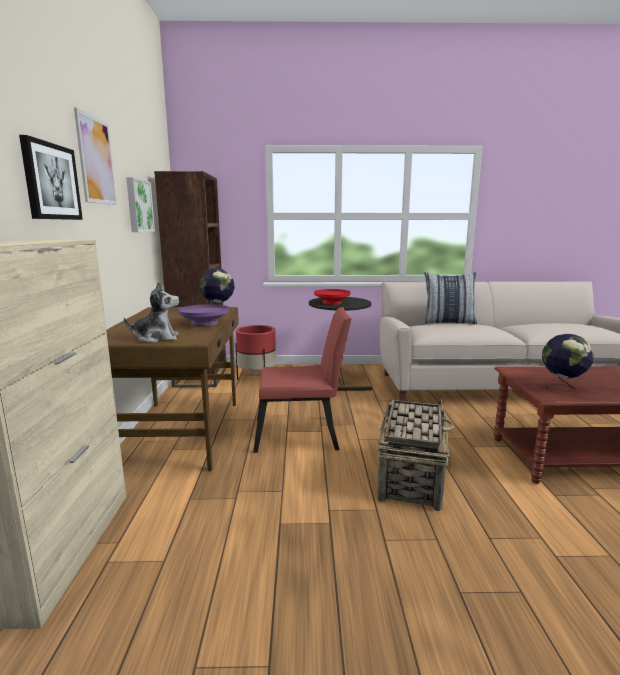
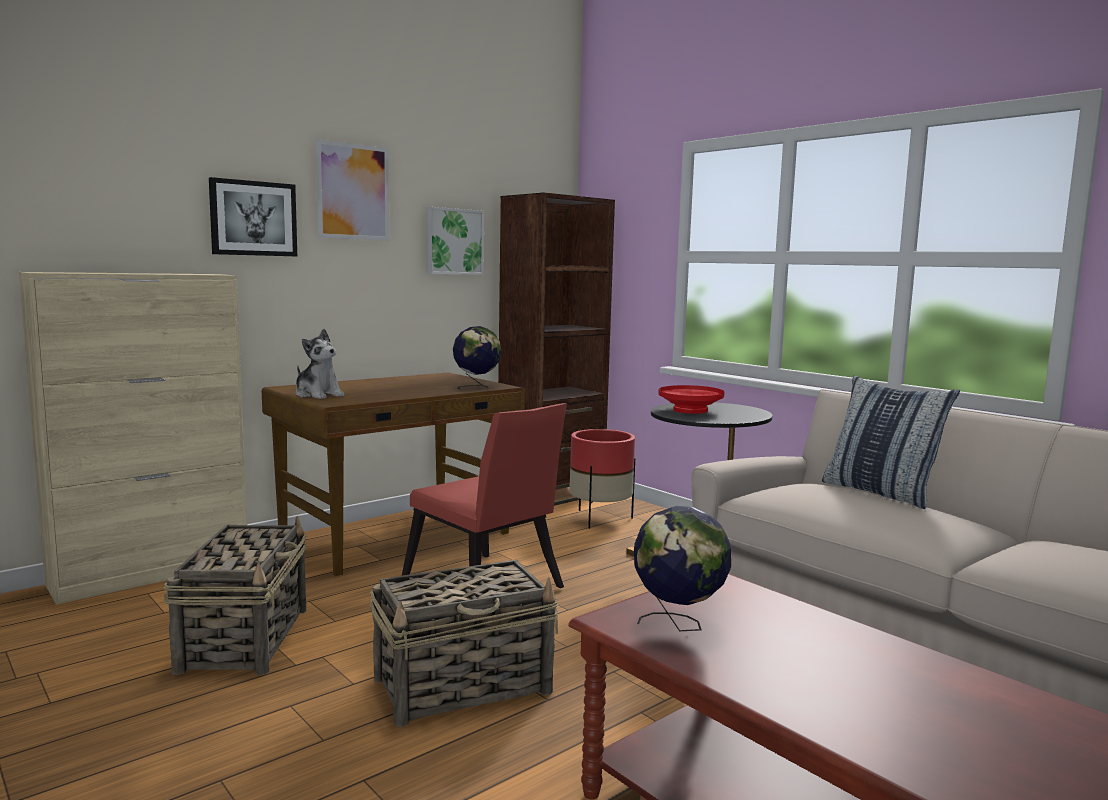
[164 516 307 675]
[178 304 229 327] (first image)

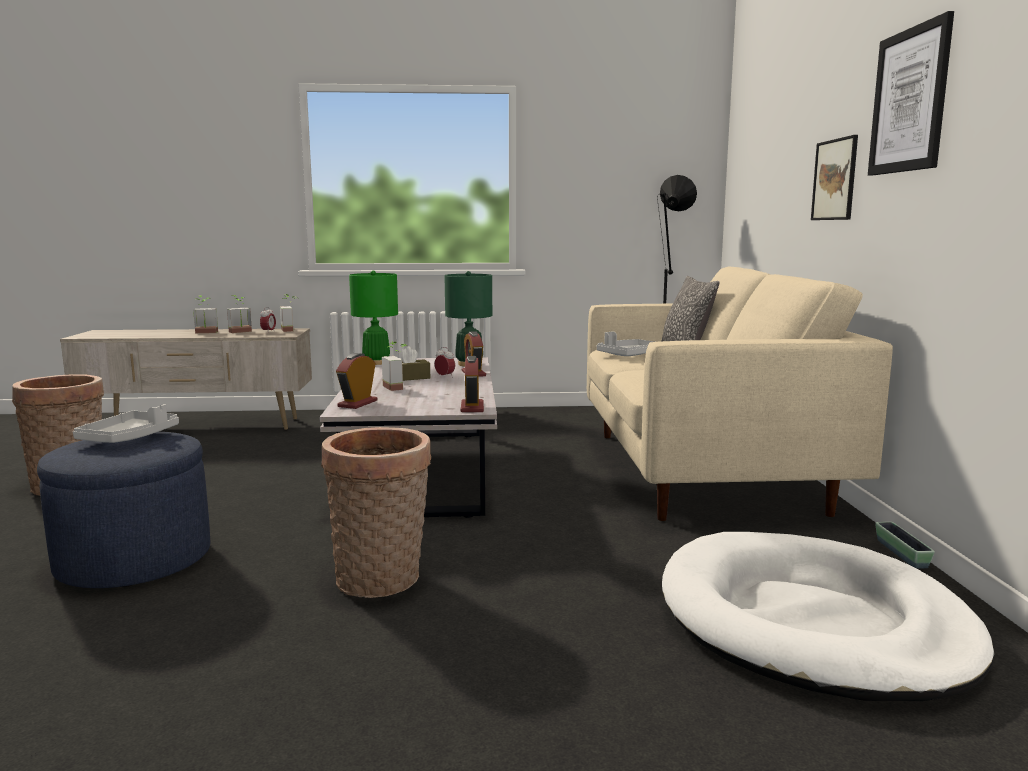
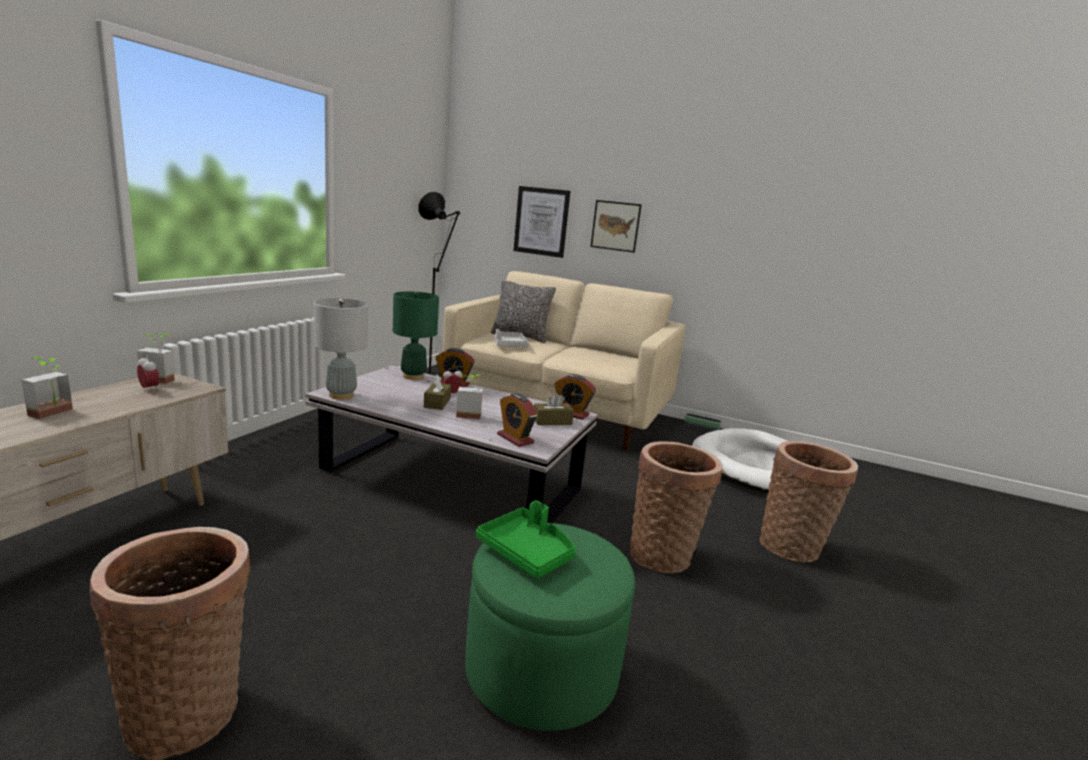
[314 298 368 400]
[465 523 635 731]
[476 500 576 578]
[514 186 570 258]
[534 393 574 425]
[759 441 858 563]
[227 295 252 333] (first image)

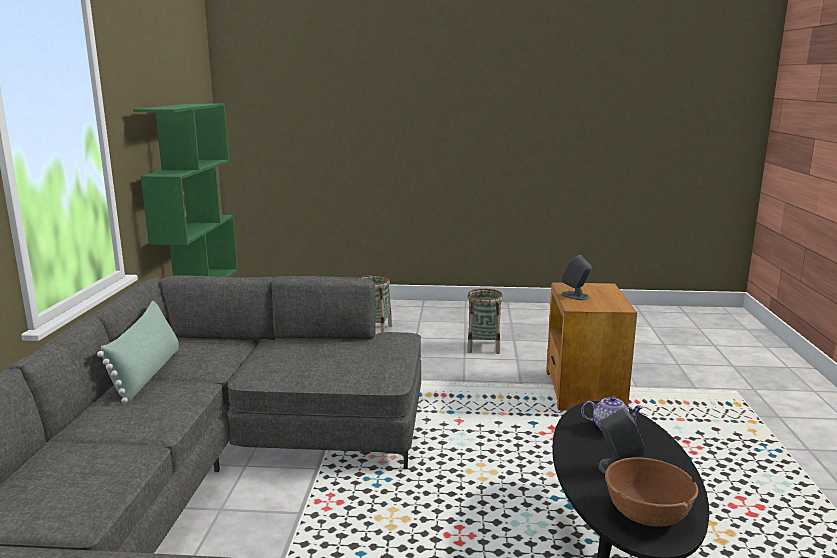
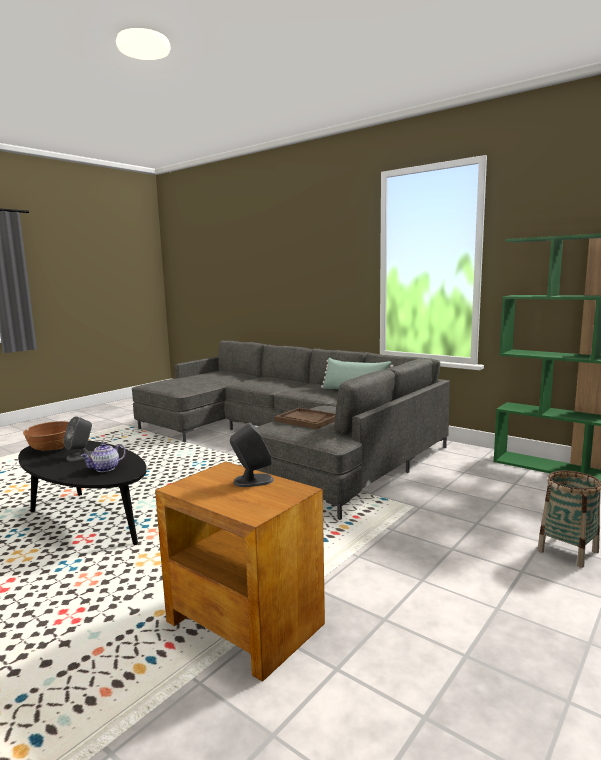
[275 408 336 429]
[467 289 503 354] (first image)

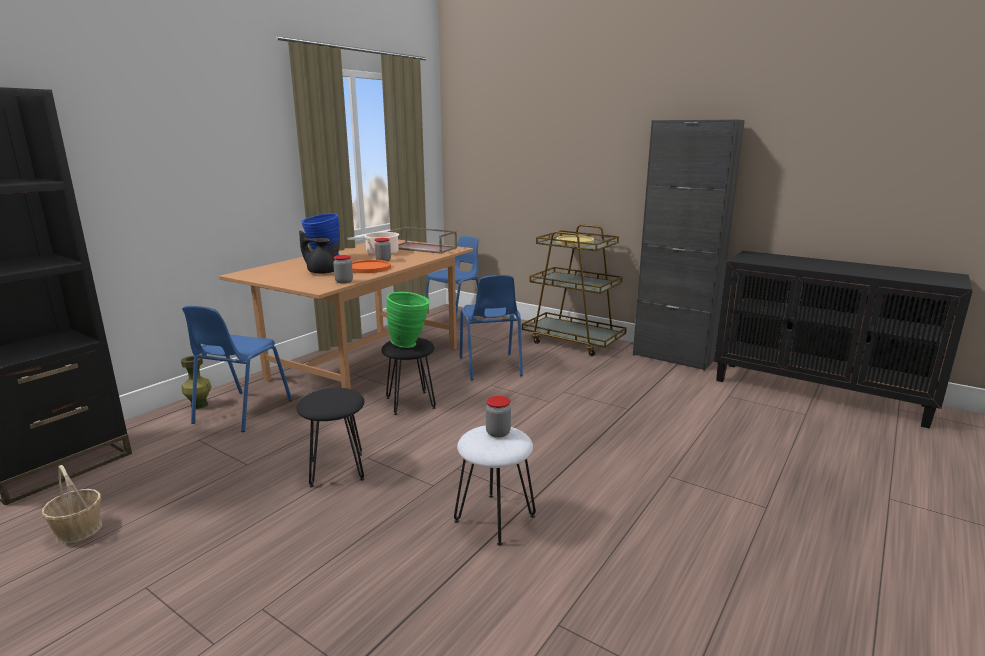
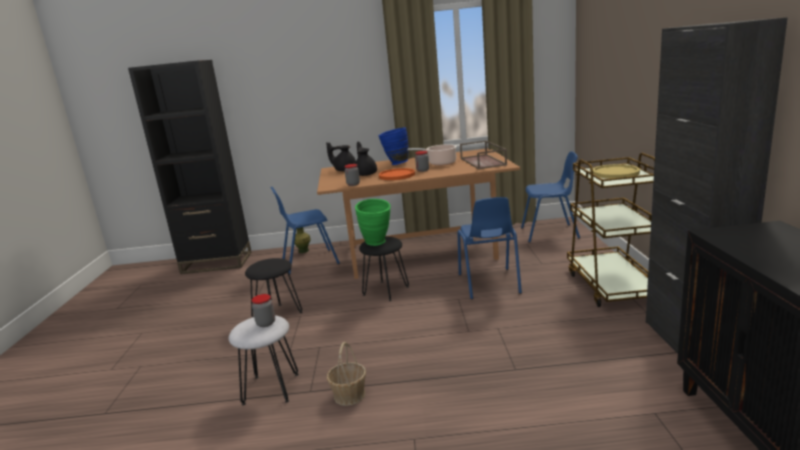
[326 142 356 171]
[327 342 366 406]
[457 197 522 299]

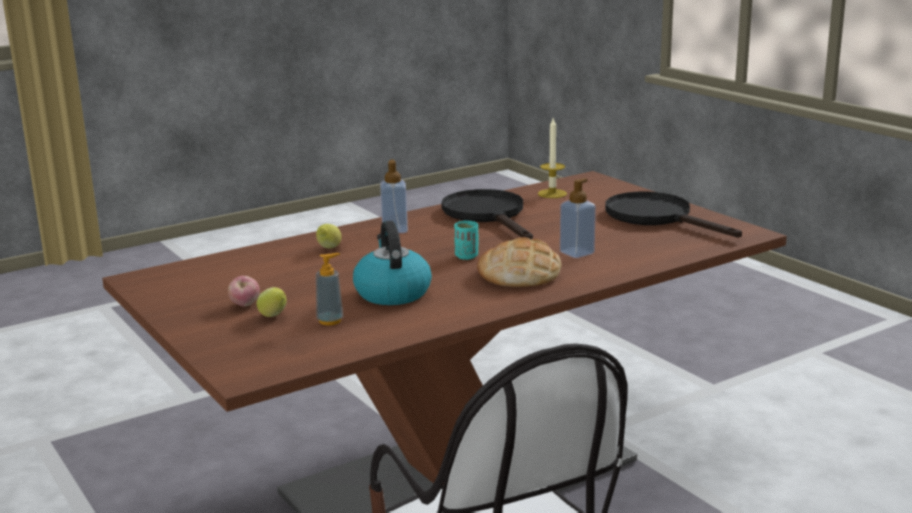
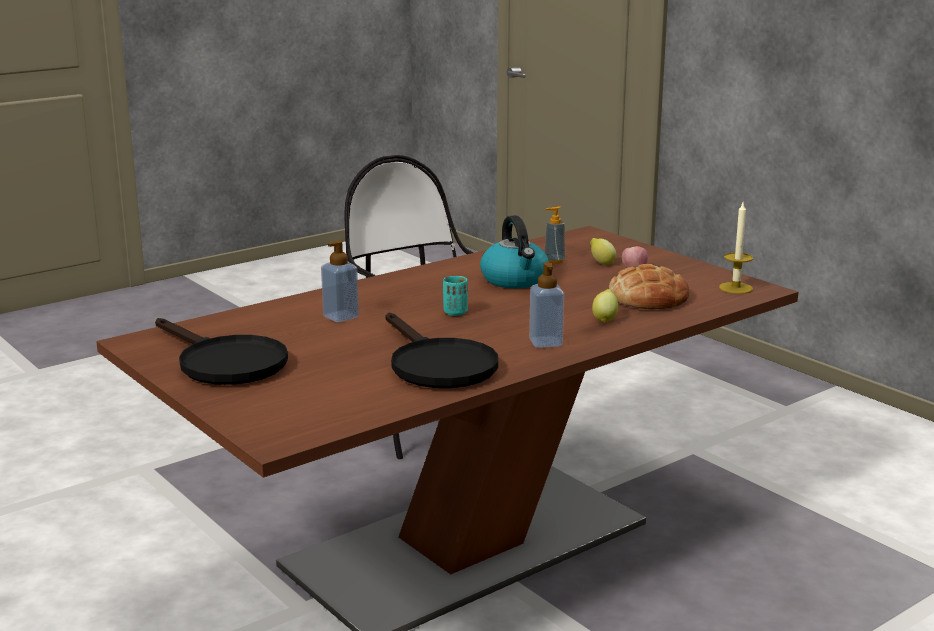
[609 264 689 309]
[719 203 753 294]

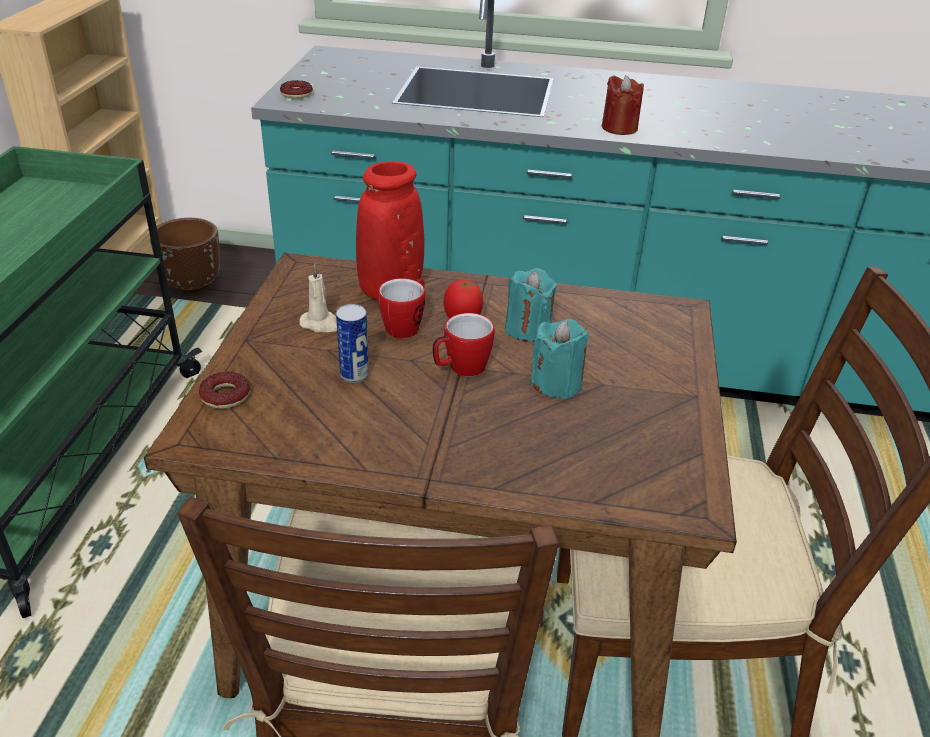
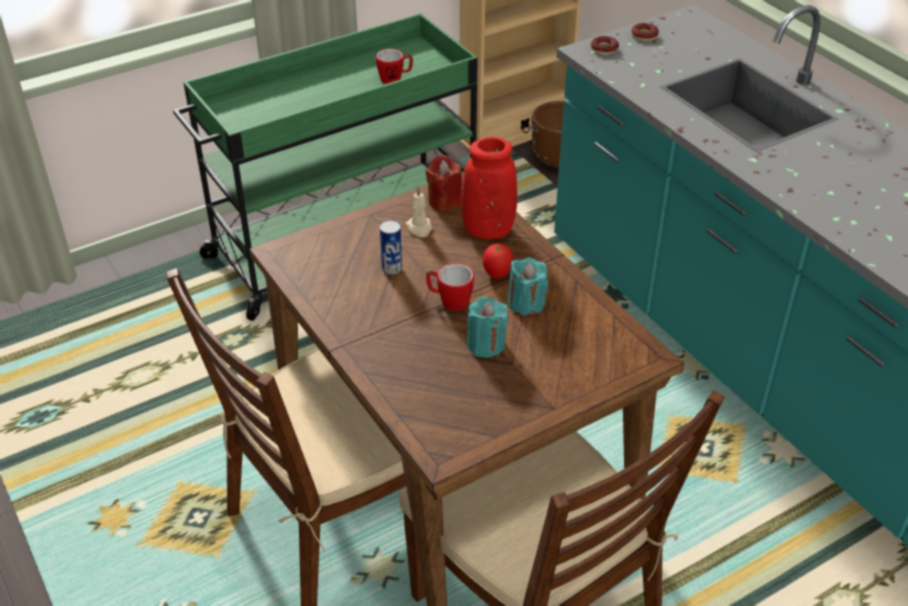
[376 49 413 84]
[426 155 462 211]
[631 23 659 41]

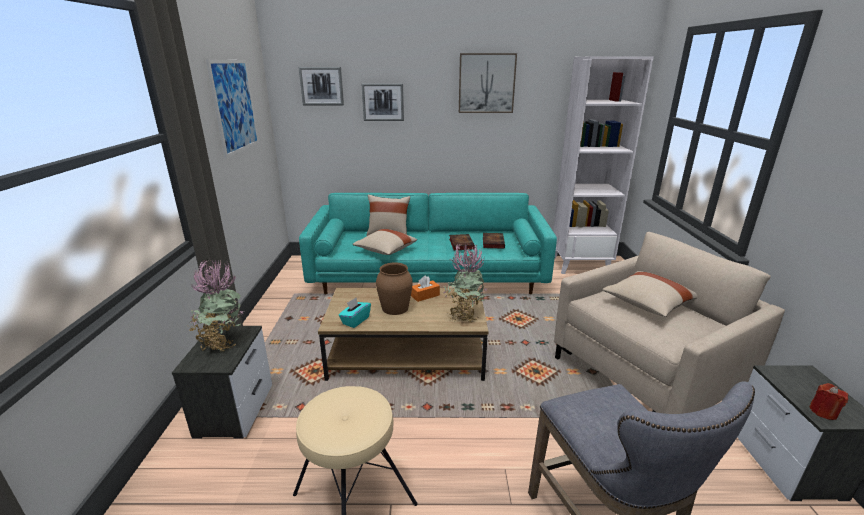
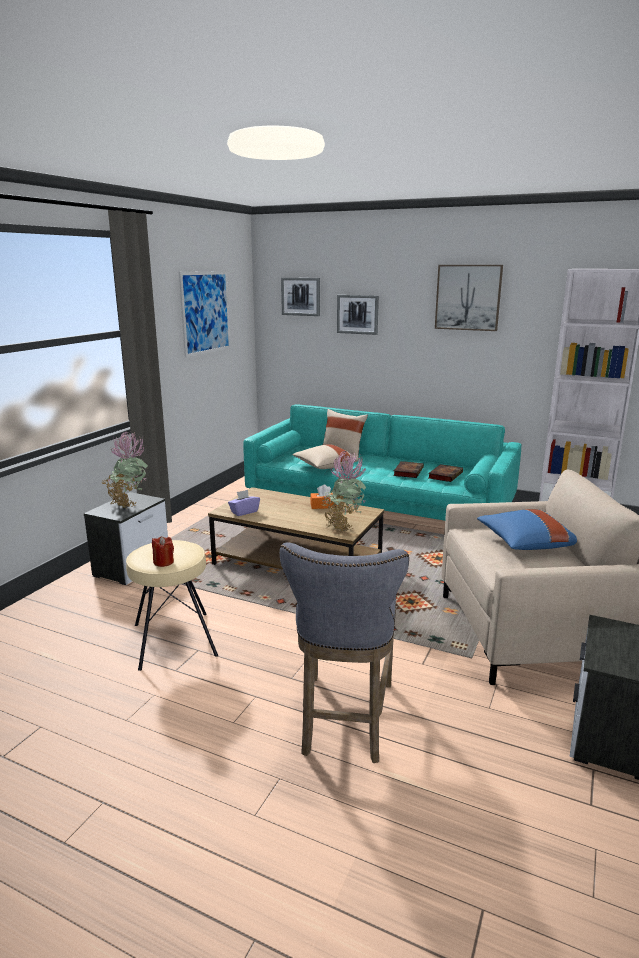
[152 536 174 567]
[228 490 260 516]
[477 509 577 550]
[376 262 413 315] (first image)

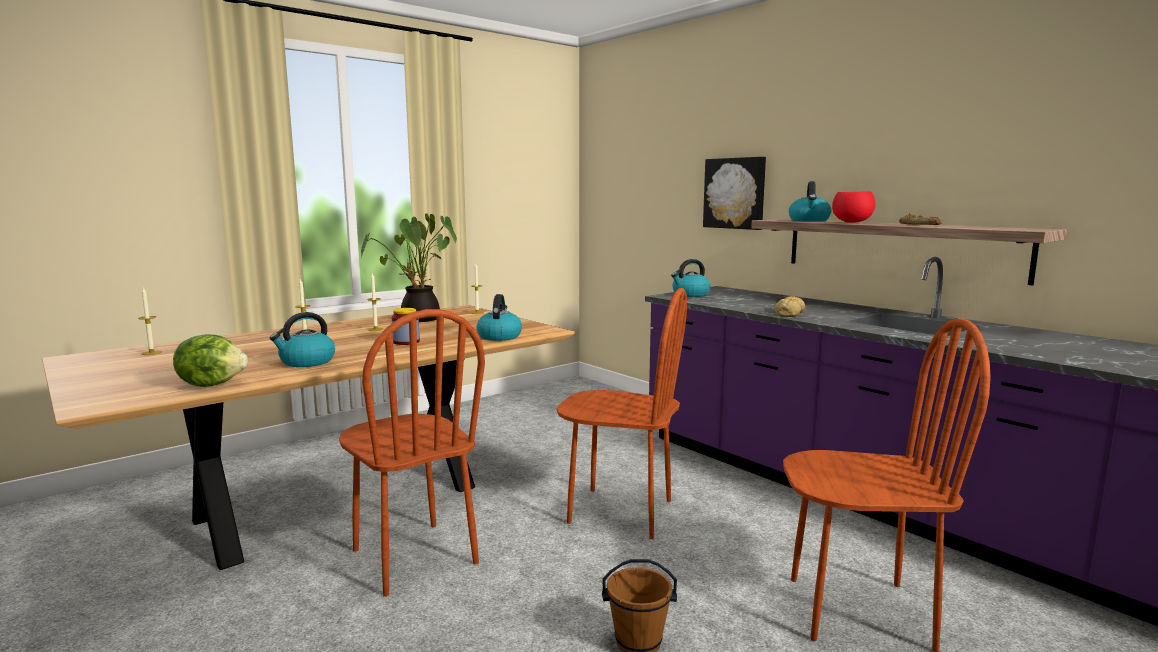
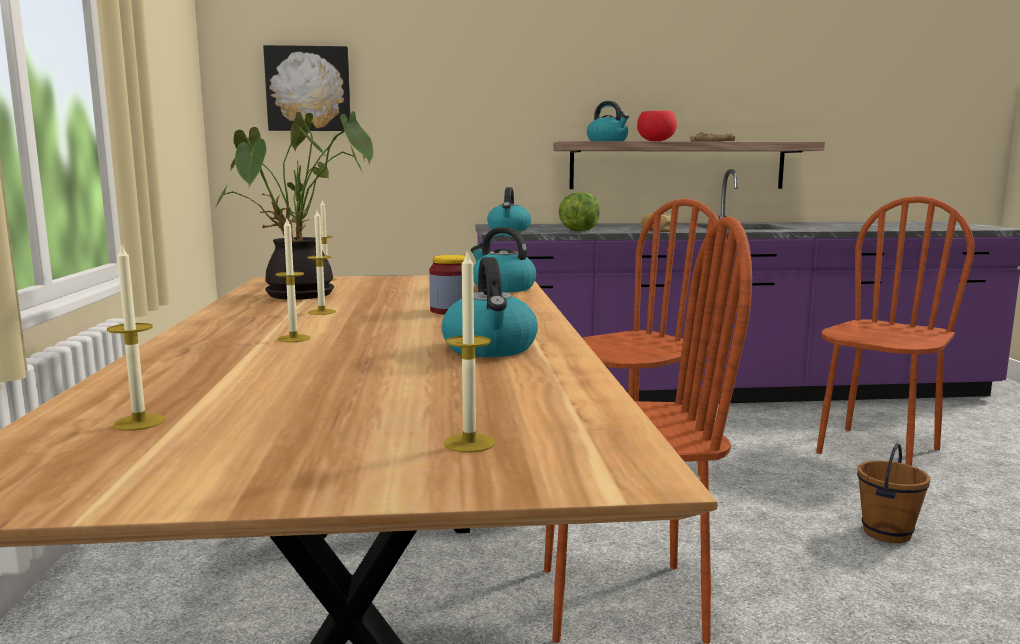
[263 45 351 131]
[443 249 495 453]
[558 192 600 231]

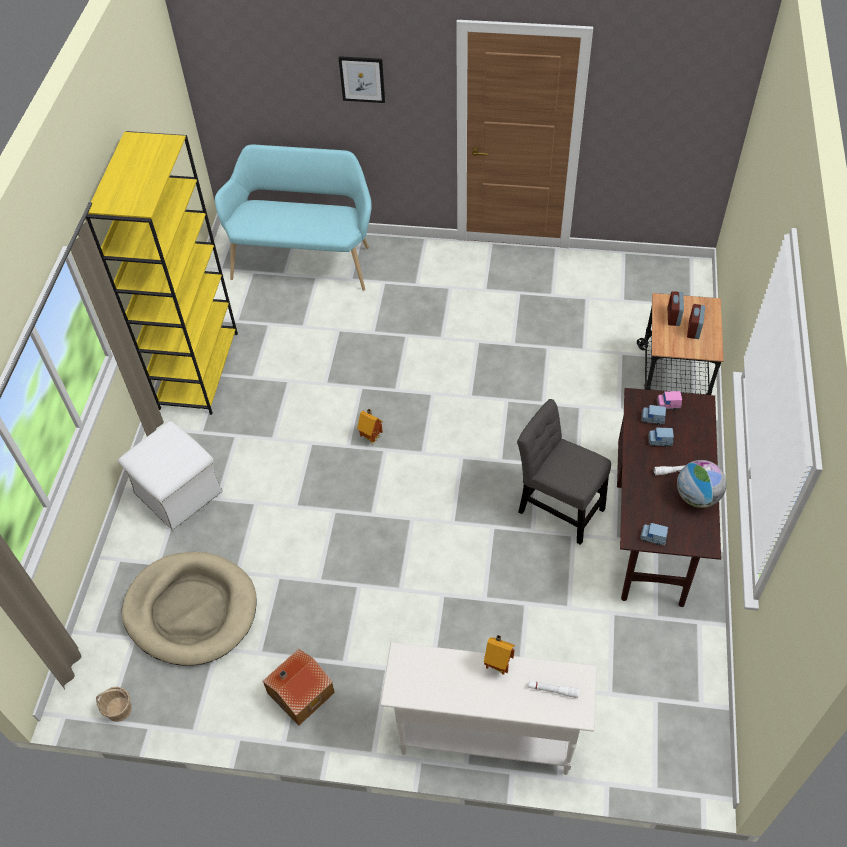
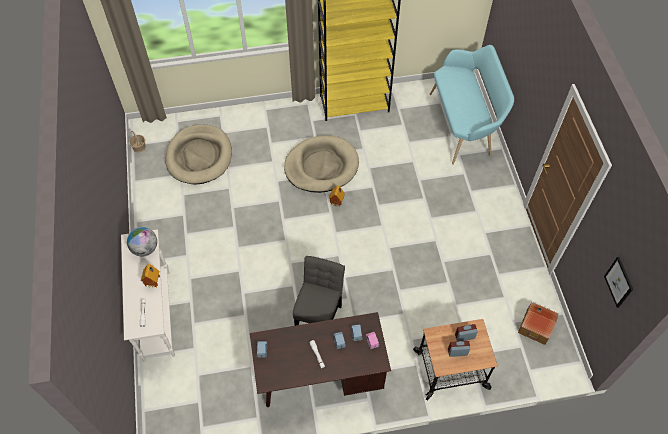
[127 227 157 256]
[284 135 359 193]
[518 302 559 345]
[604 257 633 308]
[118 421 223 530] (first image)

